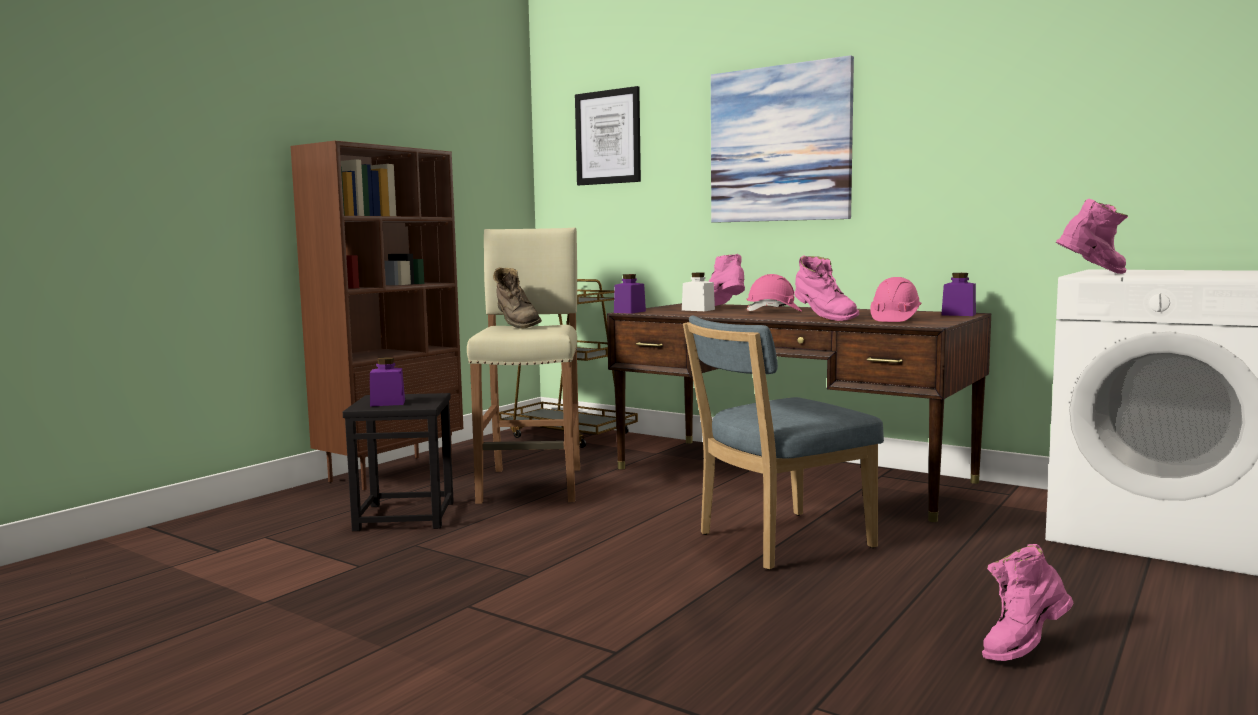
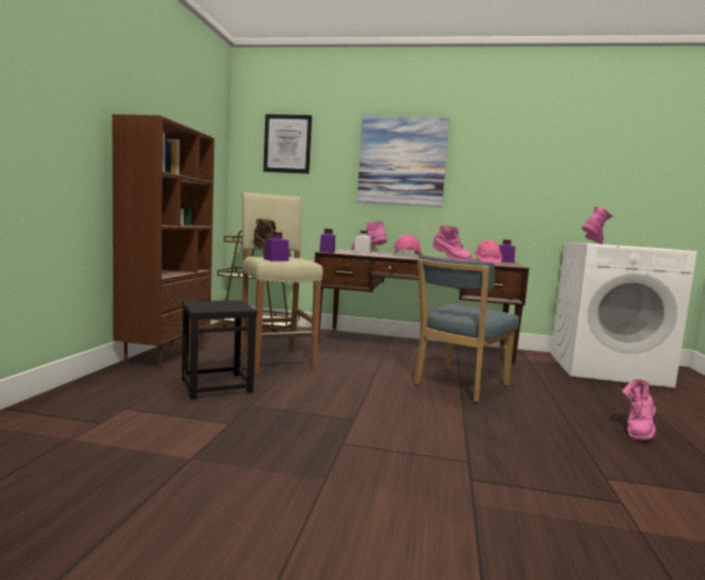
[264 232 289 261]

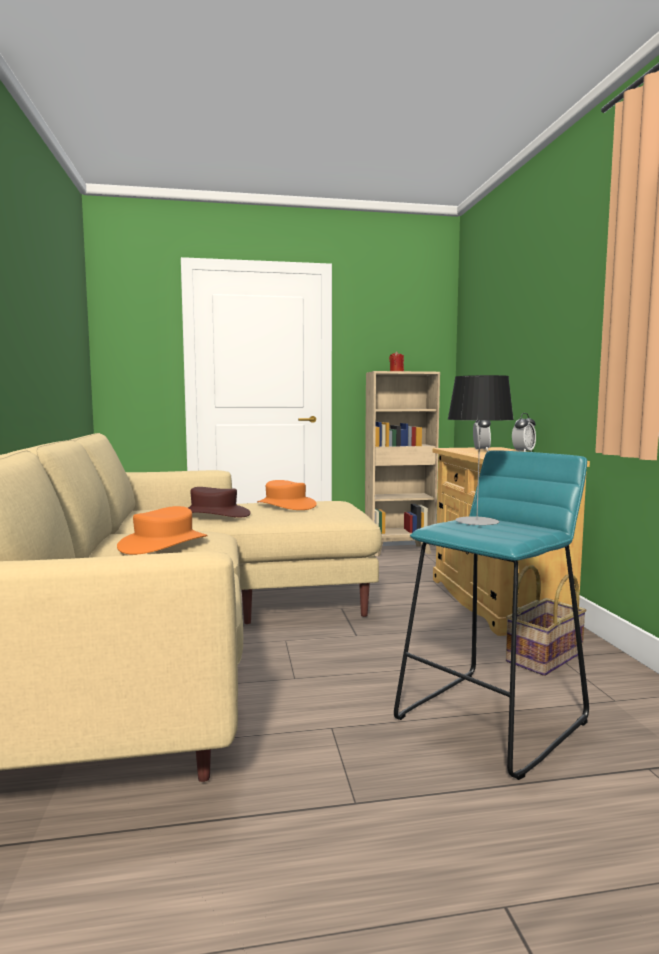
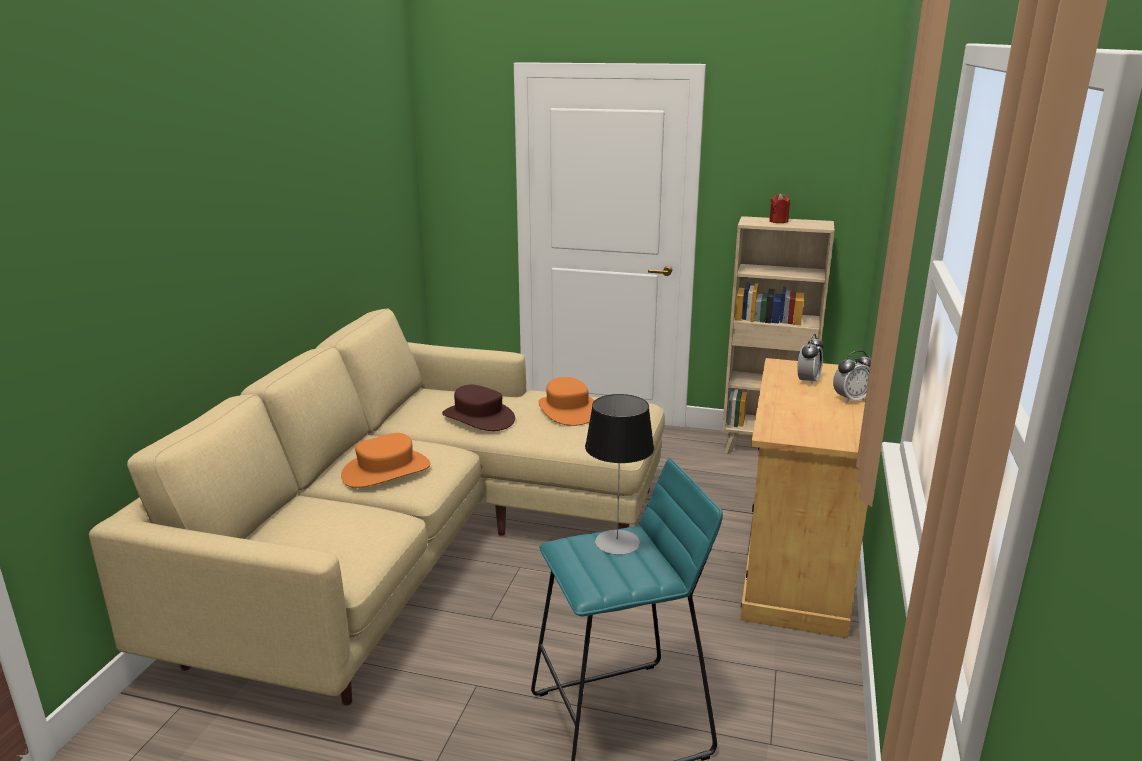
[506 565 587 676] (first image)

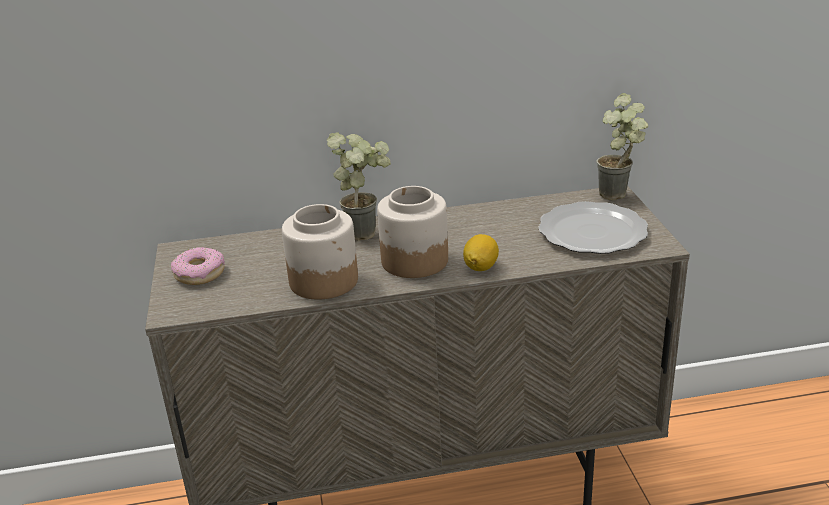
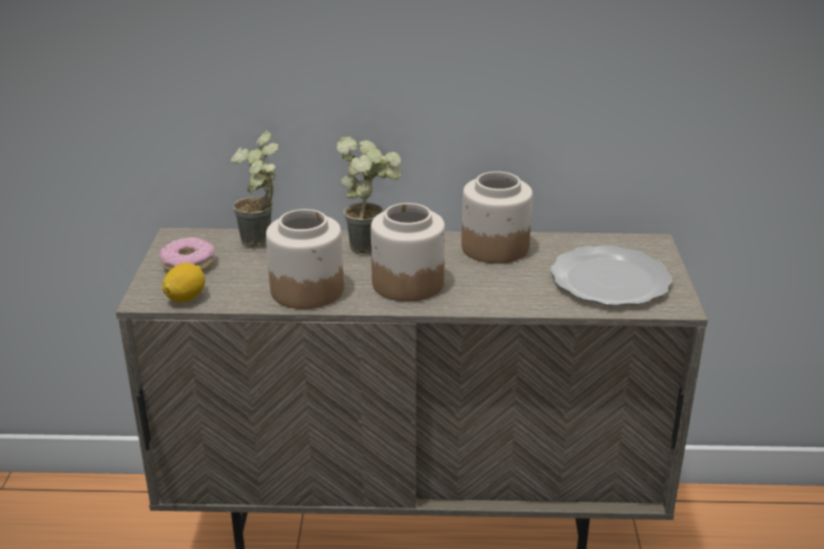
[162 263 205 302]
[231 130 279 247]
[461 171 533 264]

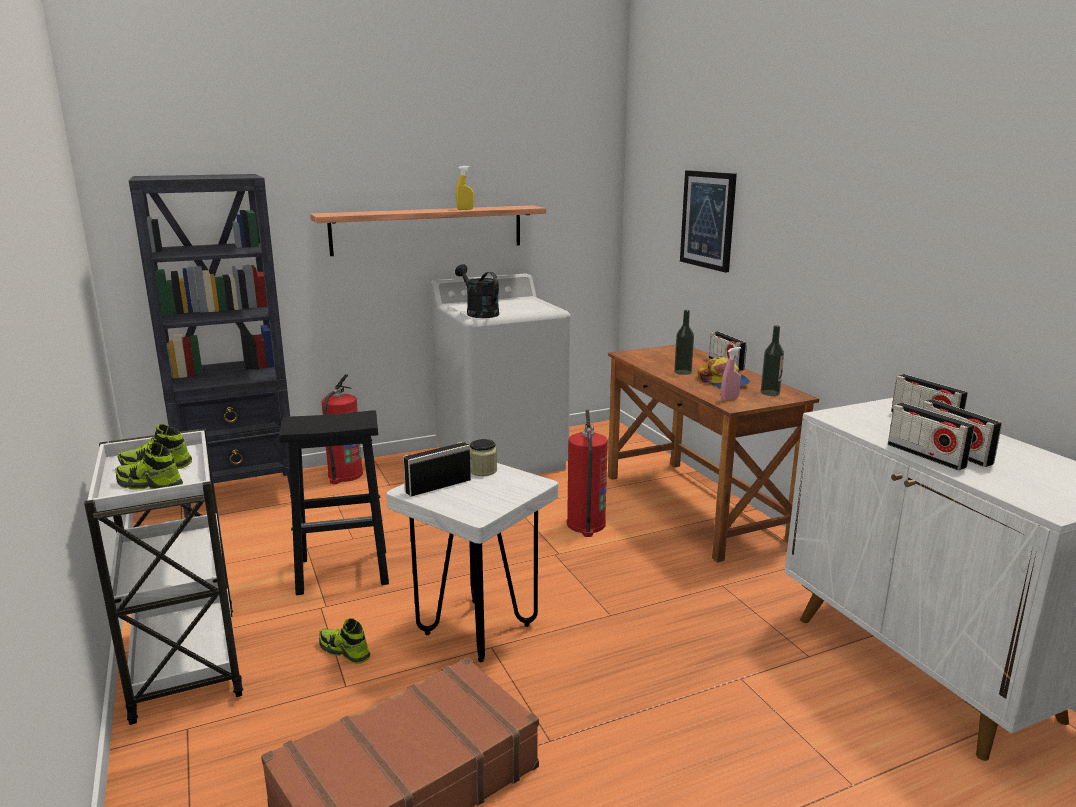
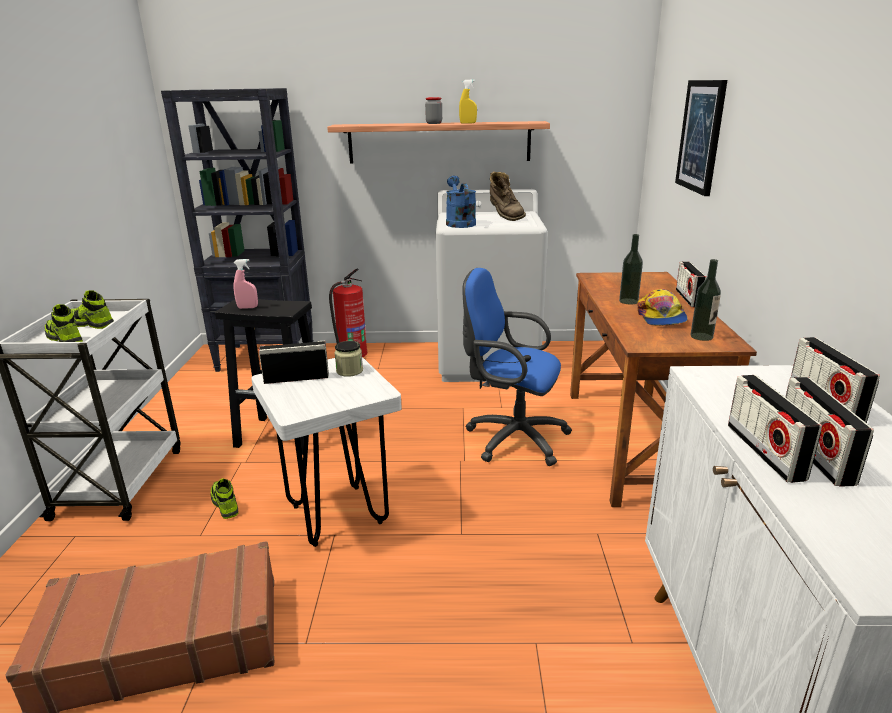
[234 259 258 309]
[425 97 442 124]
[446 176 476 228]
[462 268 572 466]
[490 171 526 221]

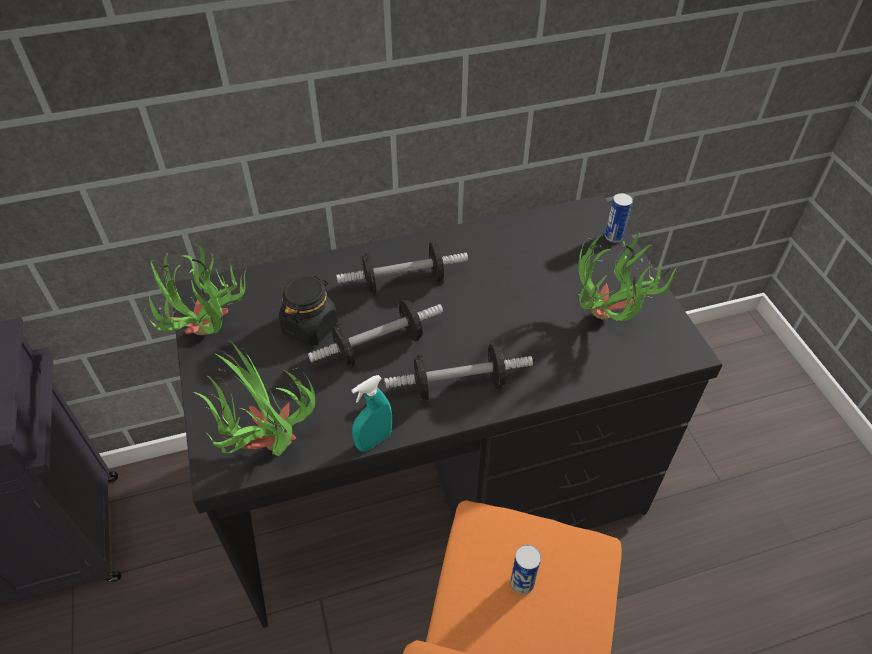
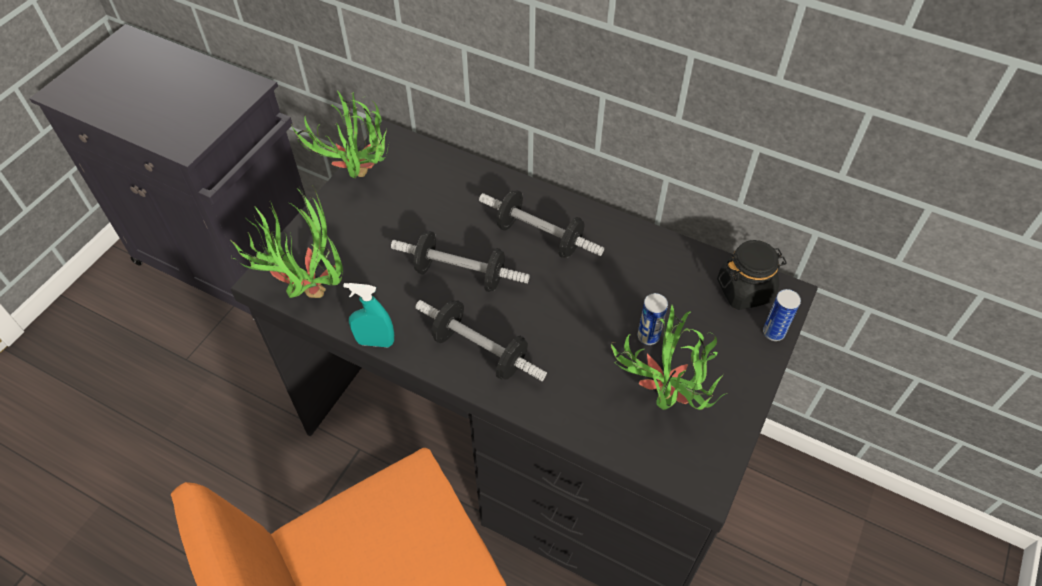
[637 293 668 345]
[717 240 787 310]

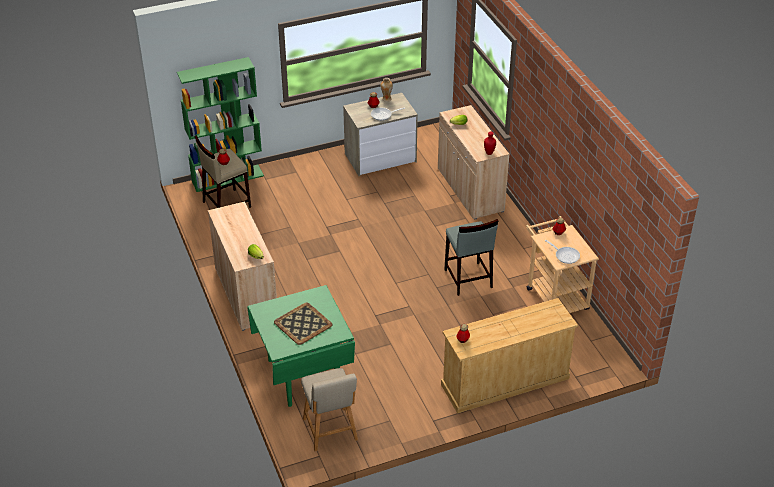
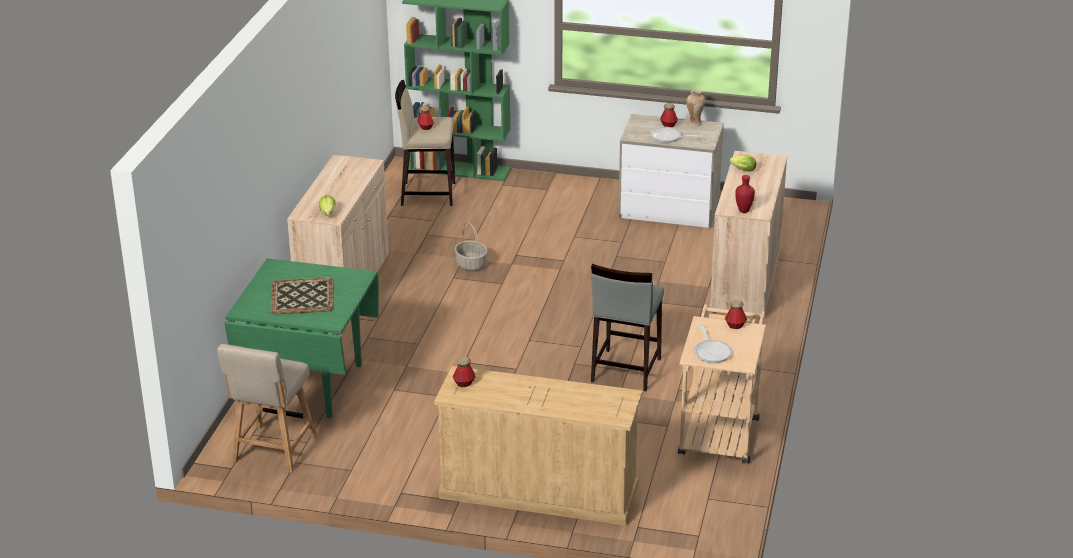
[454 222 488 271]

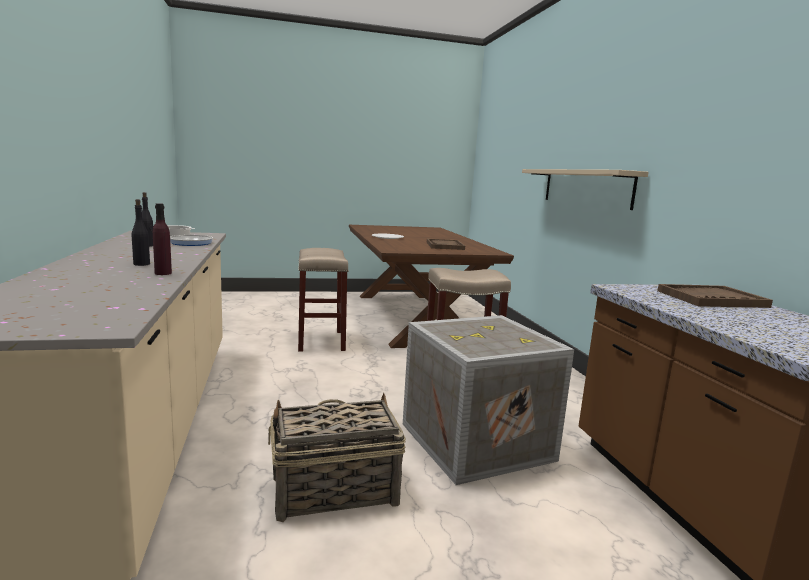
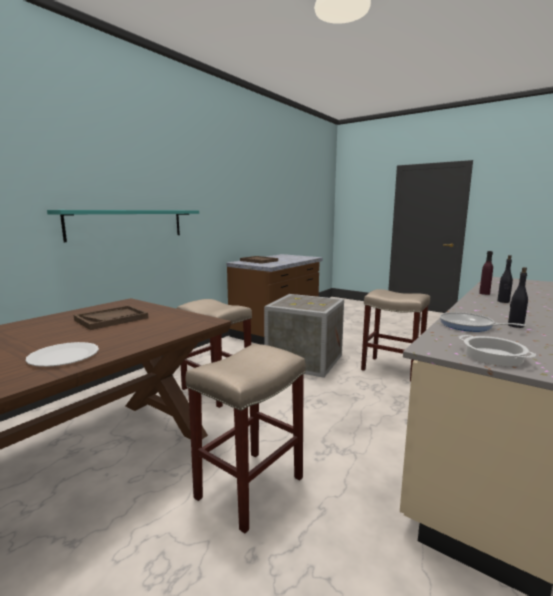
[47 210 199 242]
[361 289 430 382]

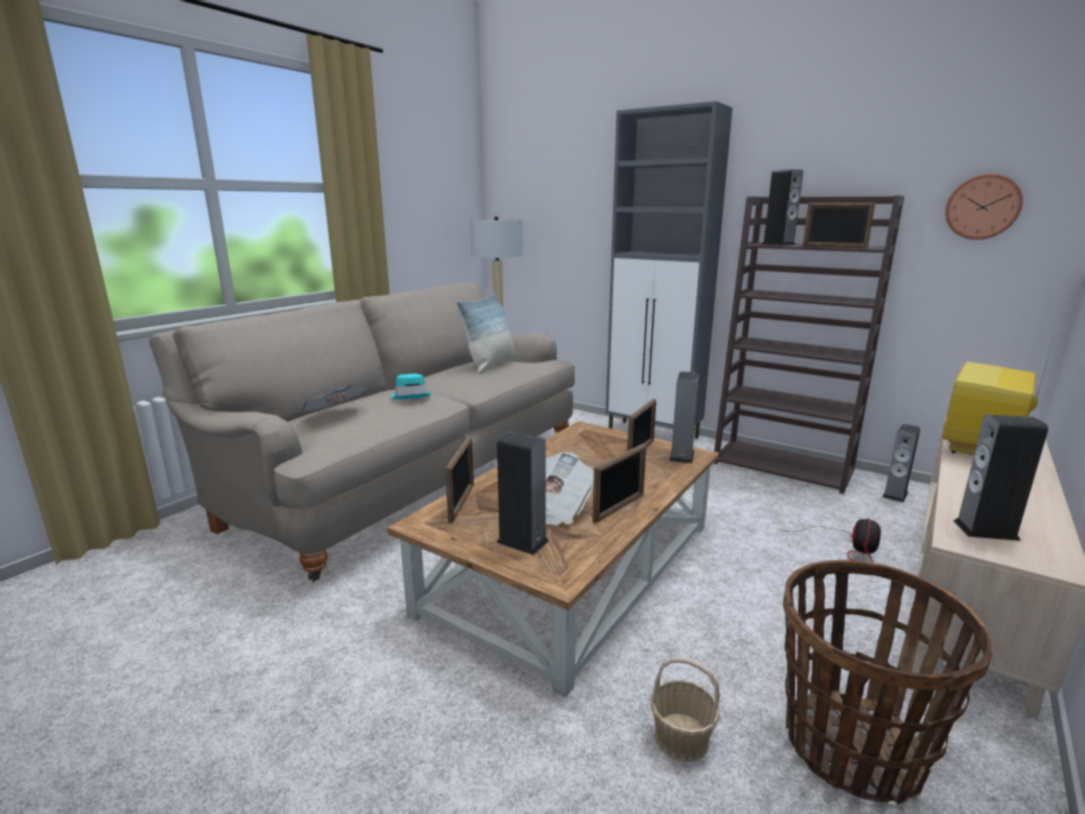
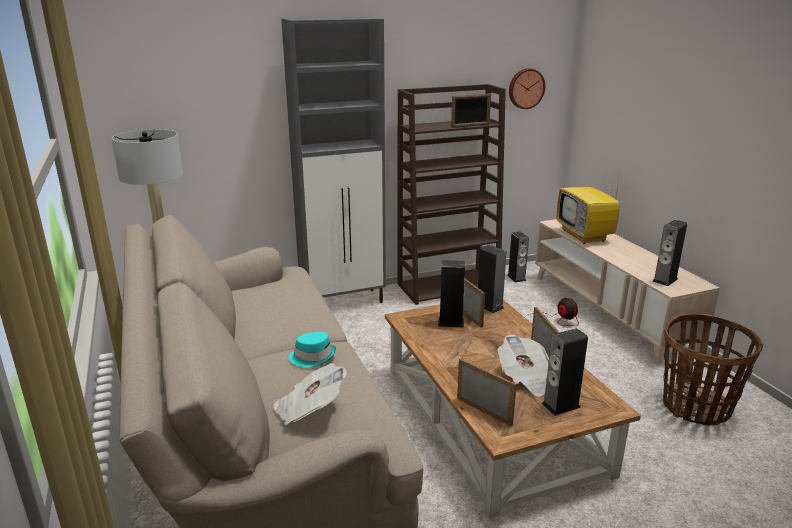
[438 260 465 328]
[456 293 516 374] (first image)
[651 658 720 762] (first image)

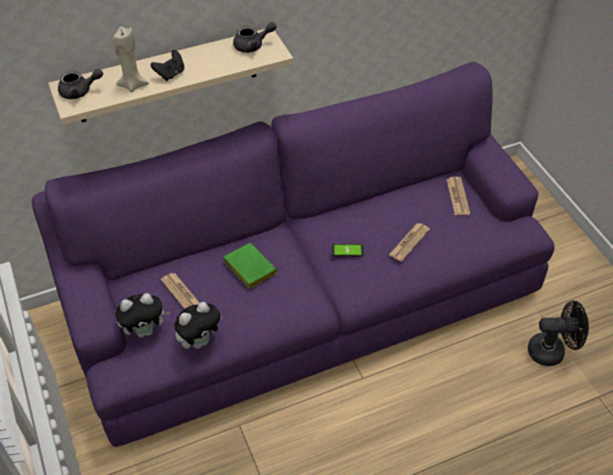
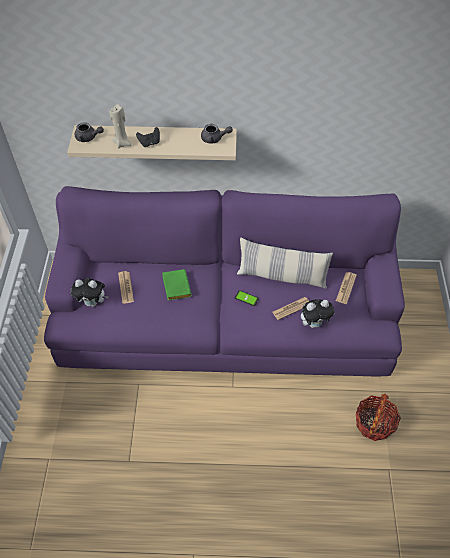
[237 237 333 289]
[301 299 335 328]
[356 394 401 441]

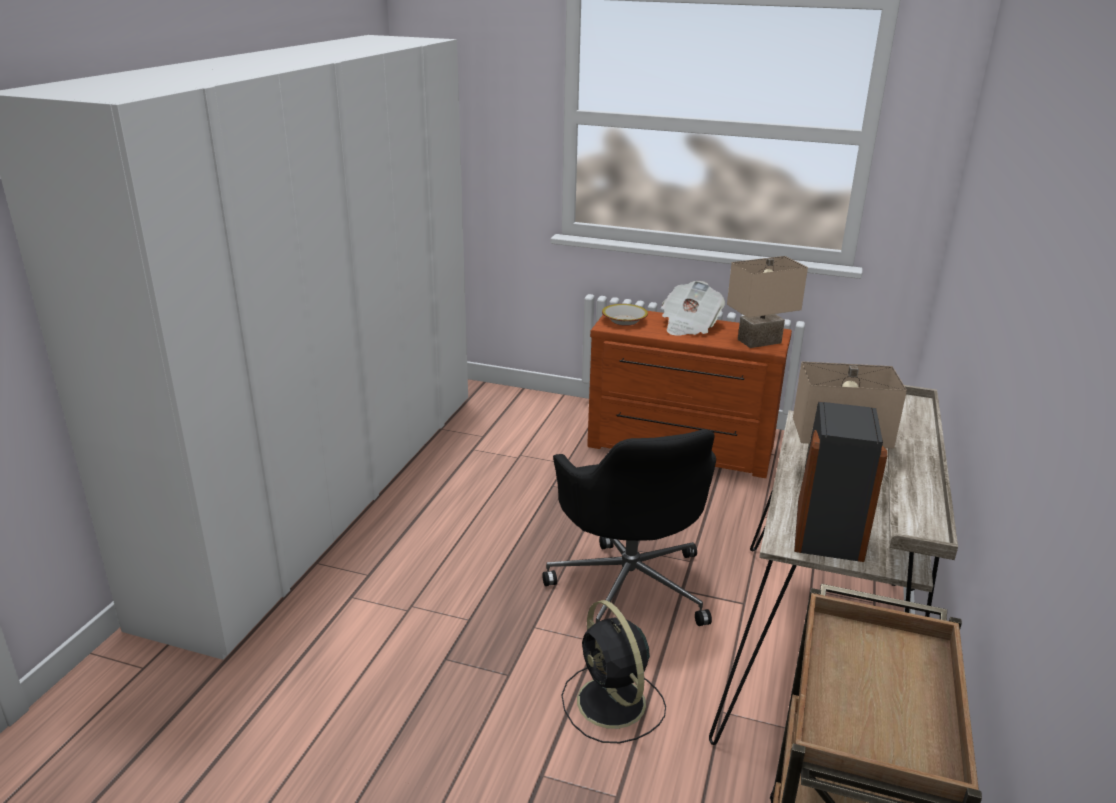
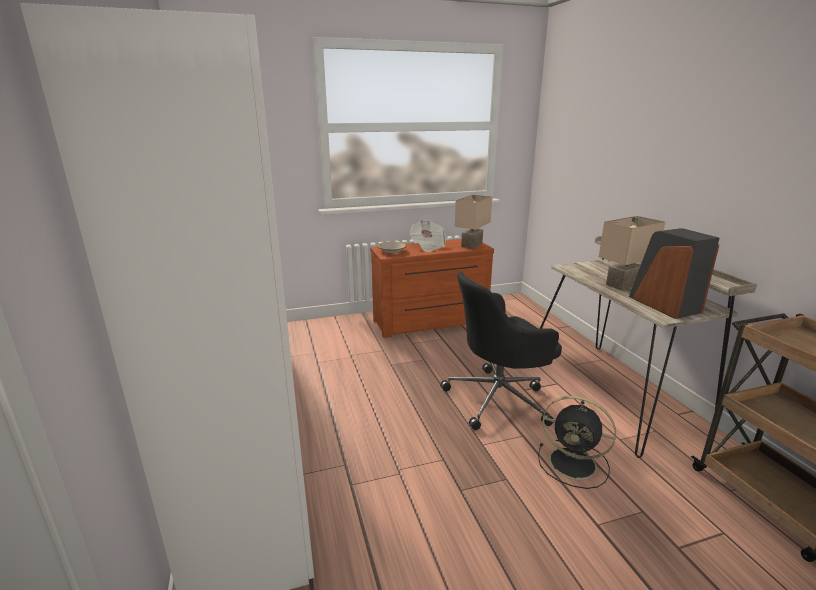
[440 271 562 430]

